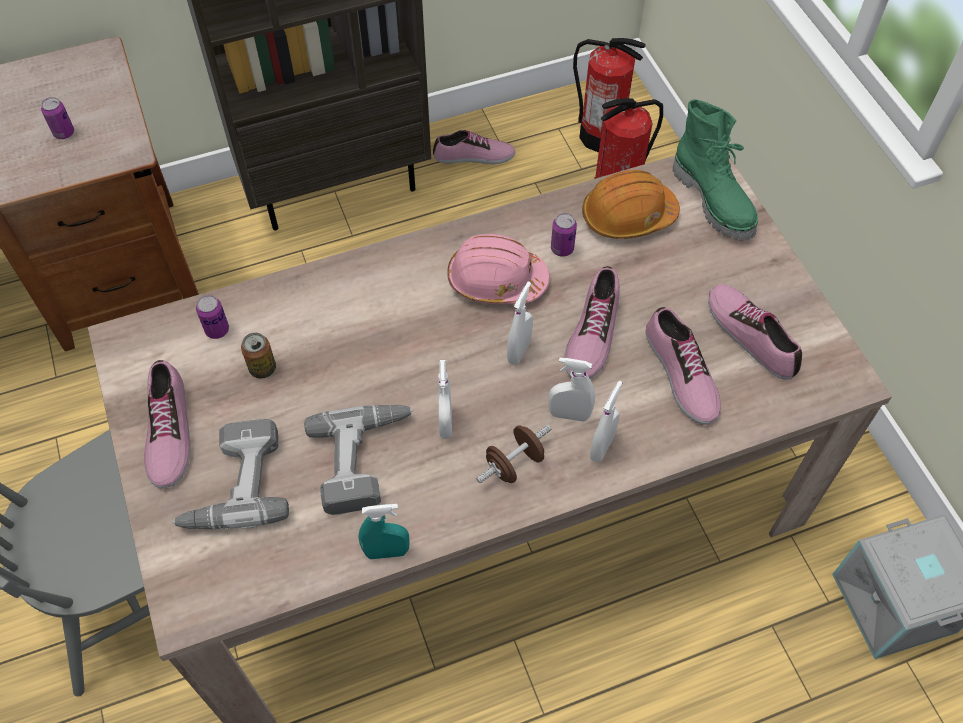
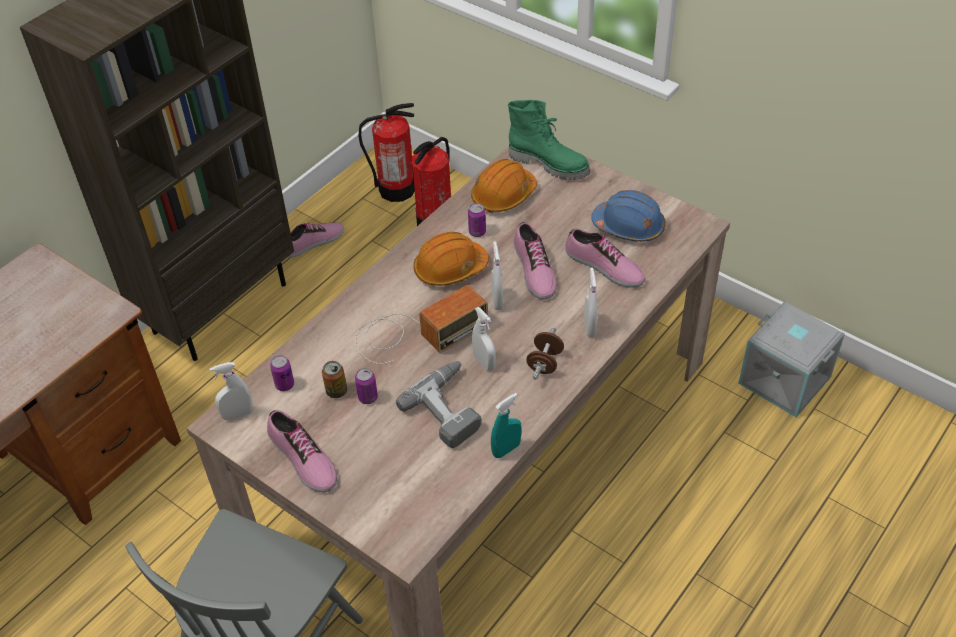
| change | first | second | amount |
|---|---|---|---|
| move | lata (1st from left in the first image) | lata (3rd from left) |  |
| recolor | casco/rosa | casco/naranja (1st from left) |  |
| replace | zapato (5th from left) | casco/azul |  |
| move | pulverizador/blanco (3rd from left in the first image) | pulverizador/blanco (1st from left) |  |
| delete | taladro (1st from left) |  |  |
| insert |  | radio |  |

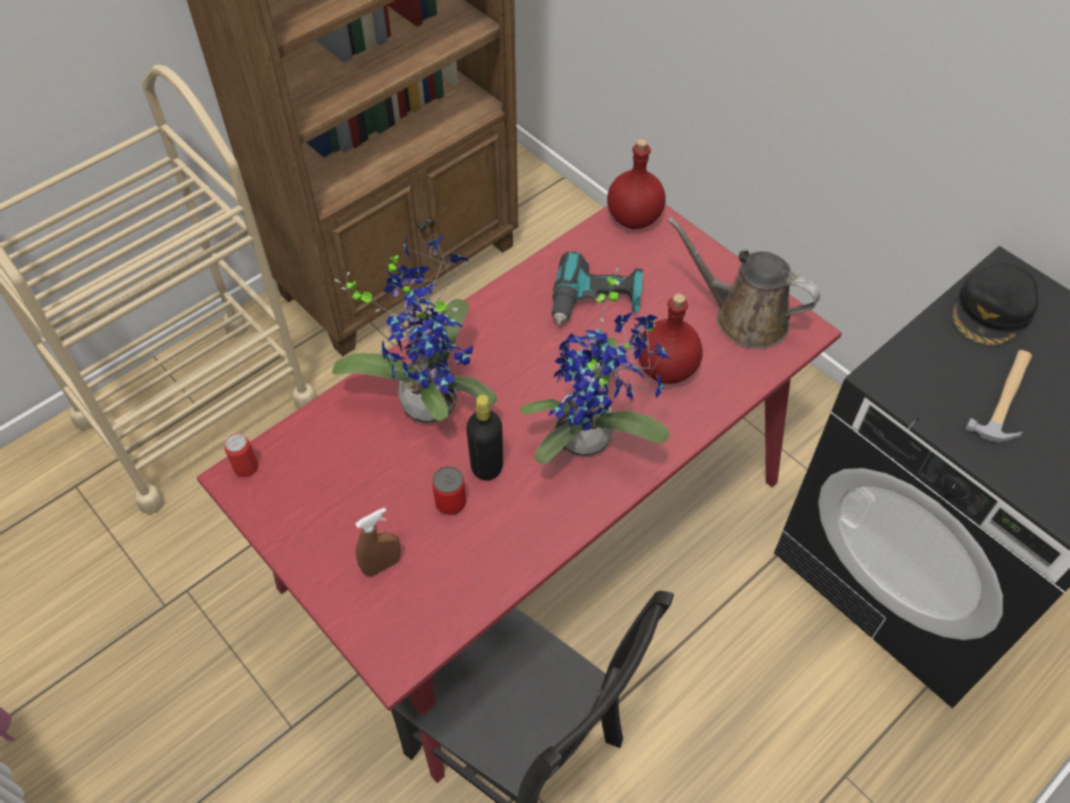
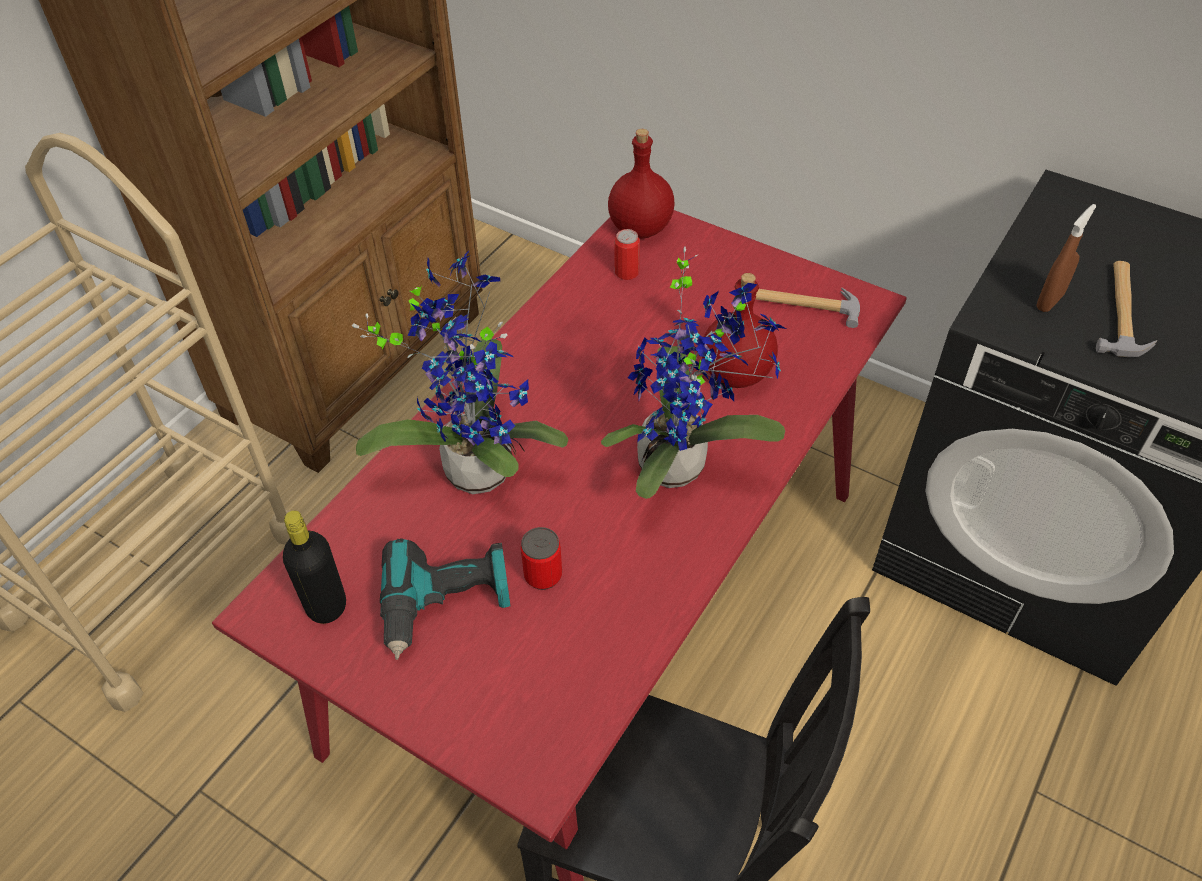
| change | first | second | amount |
|---|---|---|---|
| replace | regadera/marrón | martillo (1st from left) |  |
| move | taladro |  |  |
| delete | gorra/negro |  |  |
| move | botella/negro |  |  |
| move | lata (1st from left in the first image) | lata (2nd from left) |  |
| move | pulverizador/marrón |  |  |

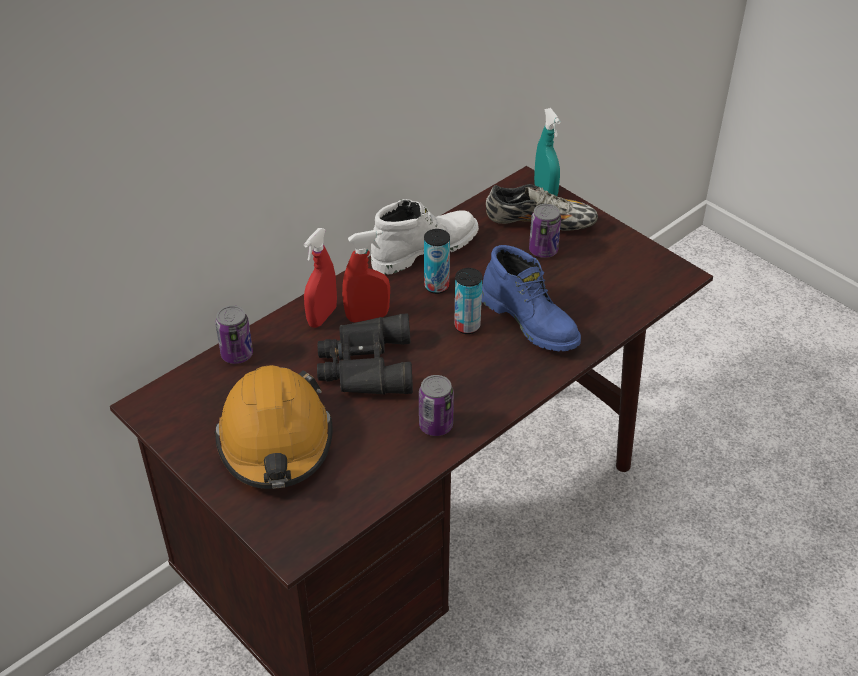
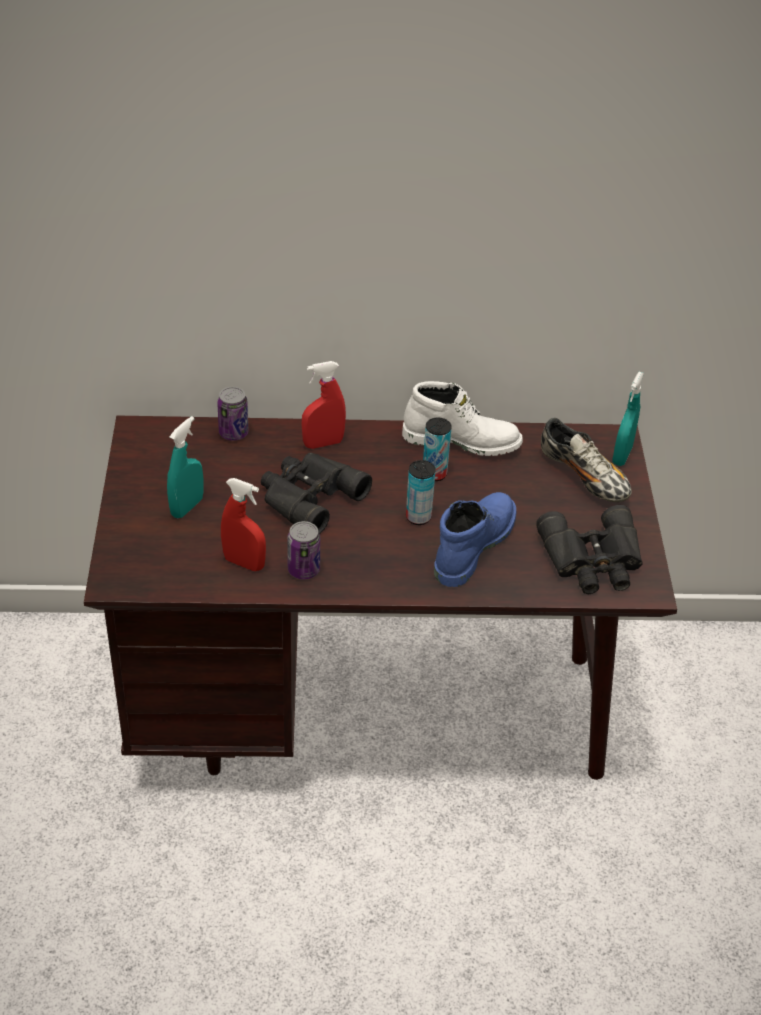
| change | first | second | amount |
|---|---|---|---|
| delete | lata (5th from left) |  |  |
| move | pulverizador/rojo (2nd from left in the first image) | pulverizador/rojo (1st from left) |  |
| rotate | bota/azul |  | 150 degrees counterclockwise |
| replace | casco/naranja | pulverizador/turquesa (1st from left) |  |
| insert |  | prismáticos/negro (2nd from left) |  |

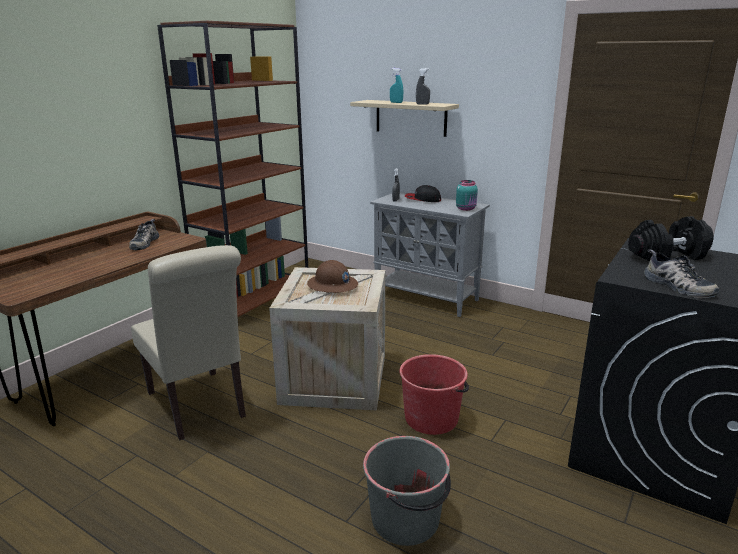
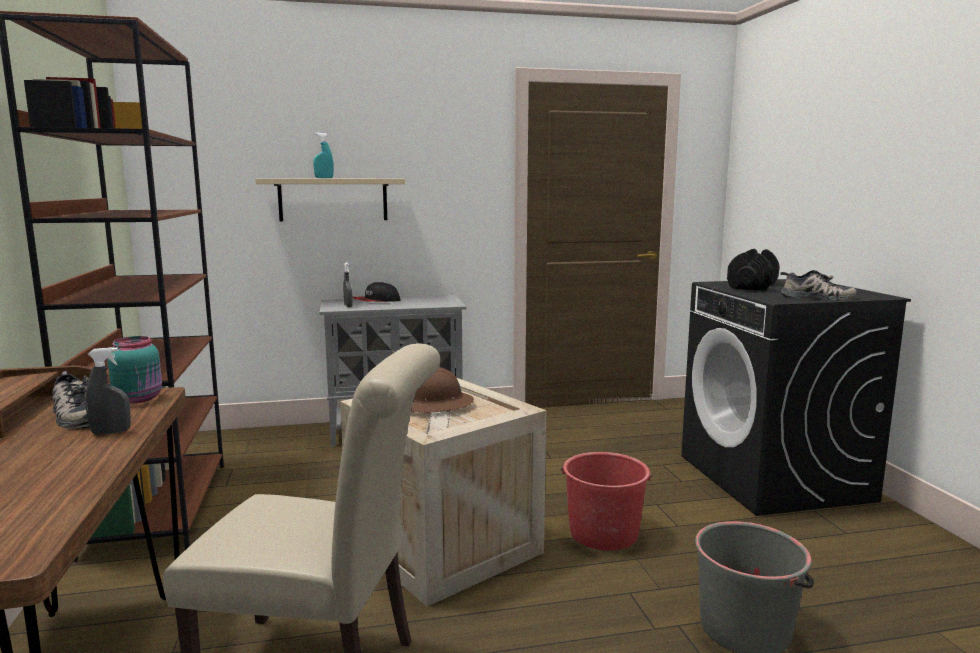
| change | first | second | amount |
|---|---|---|---|
| move | pulverizador/gris (2nd from left in the first image) | pulverizador/gris (1st from left) |  |
| move | tarro/turquesa |  |  |

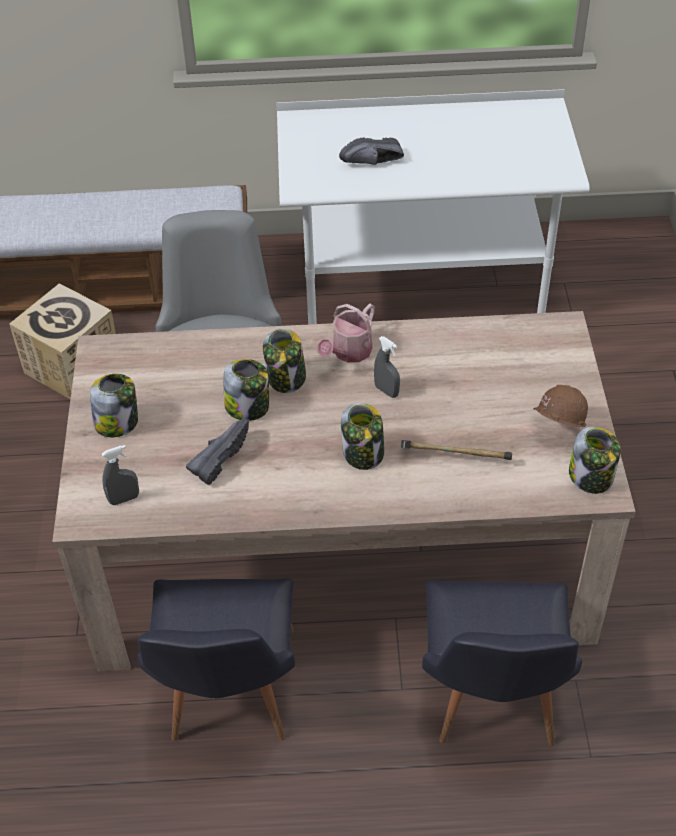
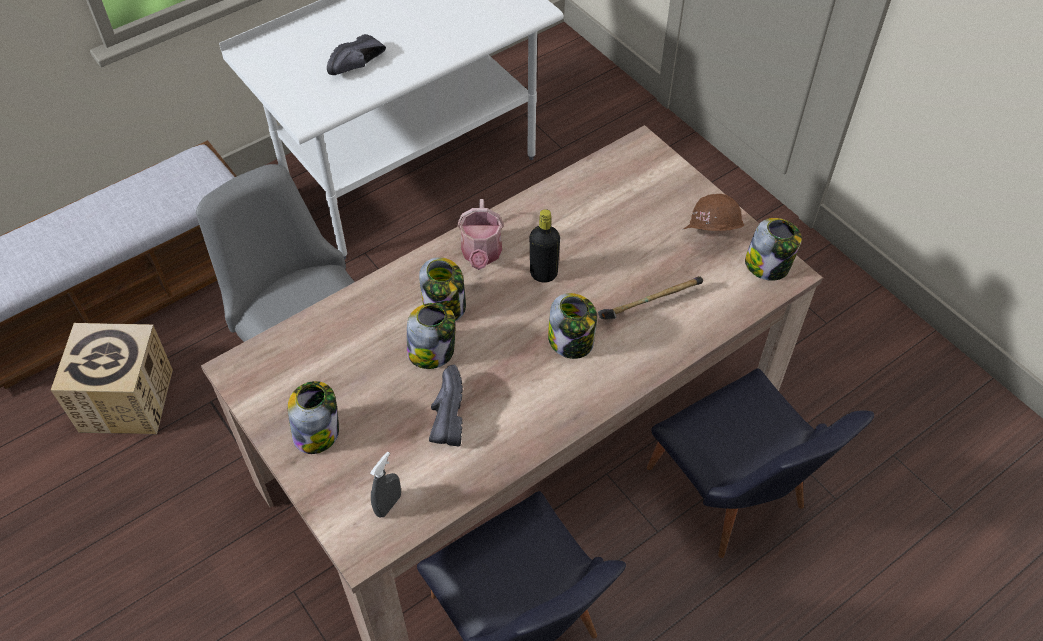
| change | first | second | amount |
|---|---|---|---|
| replace | pulverizador/gris (2nd from left) | botella/negro |  |

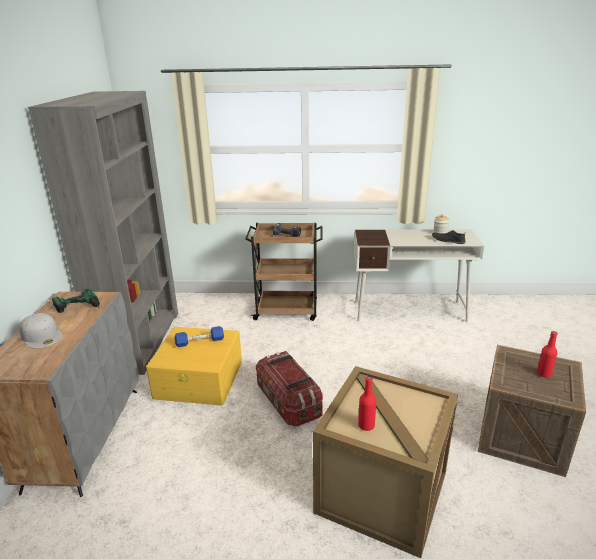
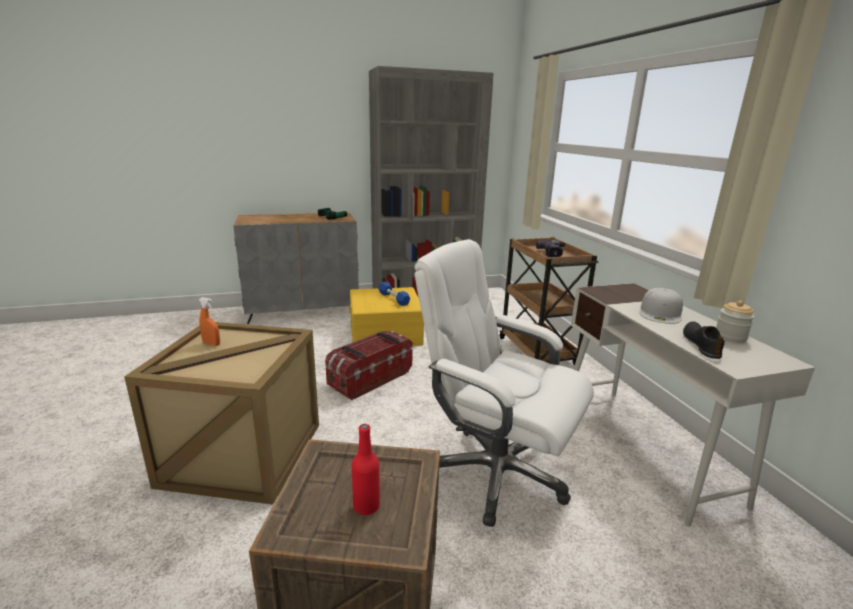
| change | first | second | amount |
|---|---|---|---|
| move | gorra/blanco |  |  |
| replace | botella/rojo (1st from left) | pulverizador/naranja |  |
| insert |  | silla de oficina/blanco |  |

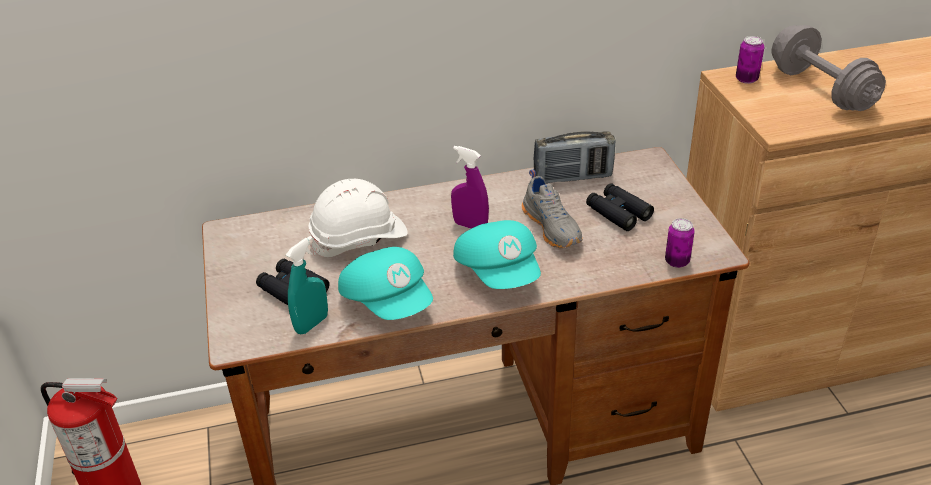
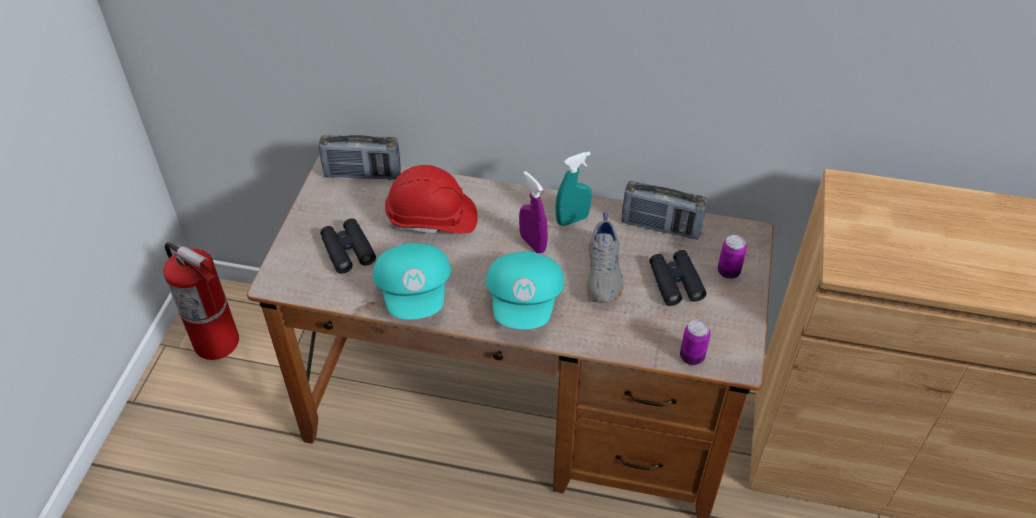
| change | first | second | amount |
|---|---|---|---|
| delete | mancuerna/gris |  |  |
| move | lata (2nd from left) |  |  |
| recolor | casco/blanco | casco/rojo |  |
| move | pulverizador/turquesa |  |  |
| insert |  | radio (1st from left) |  |

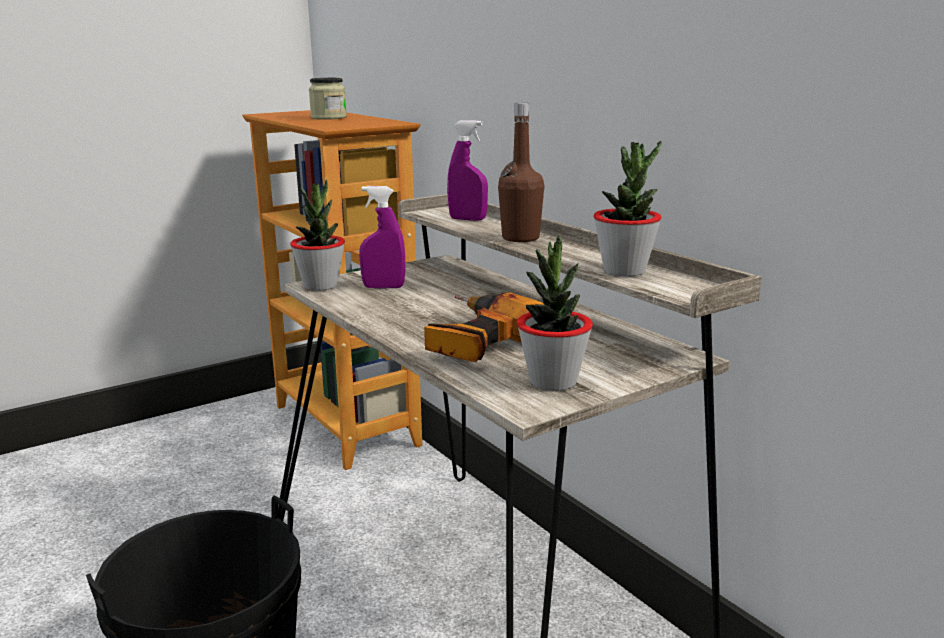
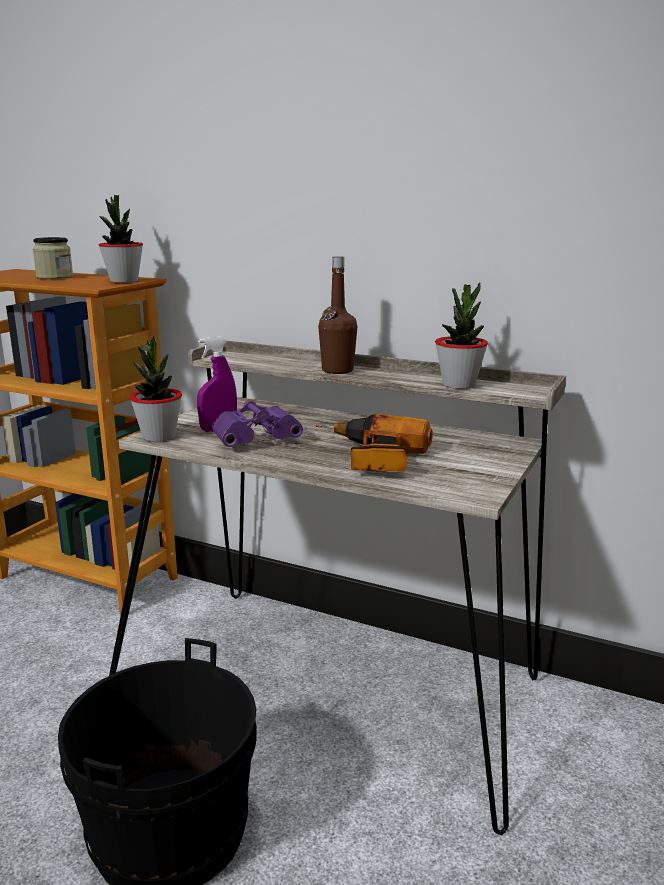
| change | first | second | amount |
|---|---|---|---|
| delete | pulverizador/morado (2nd from left) |  |  |
| move | planta en maceta (2nd from left in the first image) | planta en maceta (1st from left) |  |
| insert |  | prismáticos/morado |  |

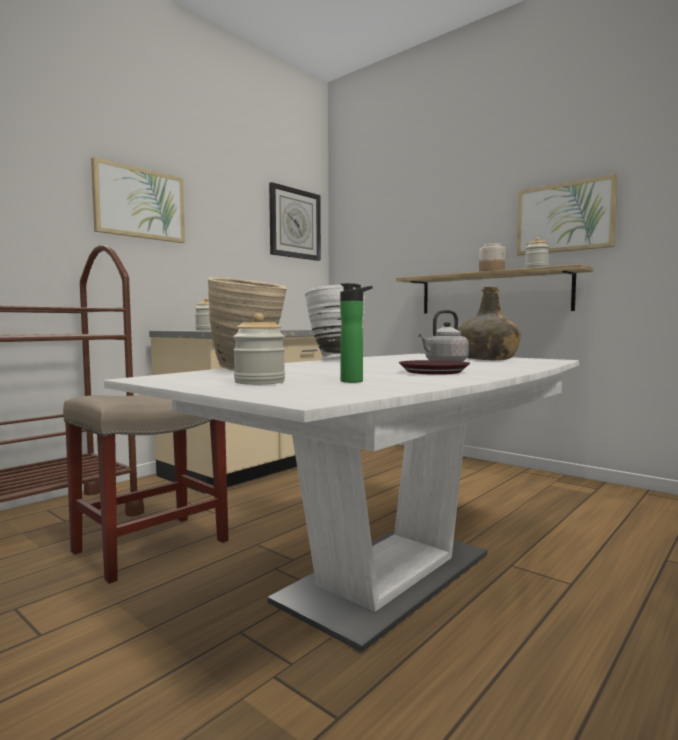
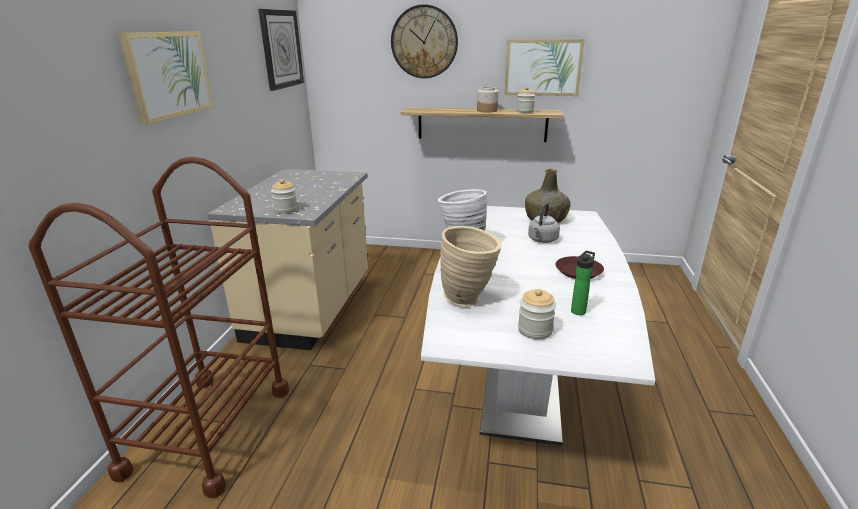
| change | first | second | amount |
|---|---|---|---|
| delete | taburete/beis |  |  |
| insert |  | reloj de pared (2nd from left) |  |

